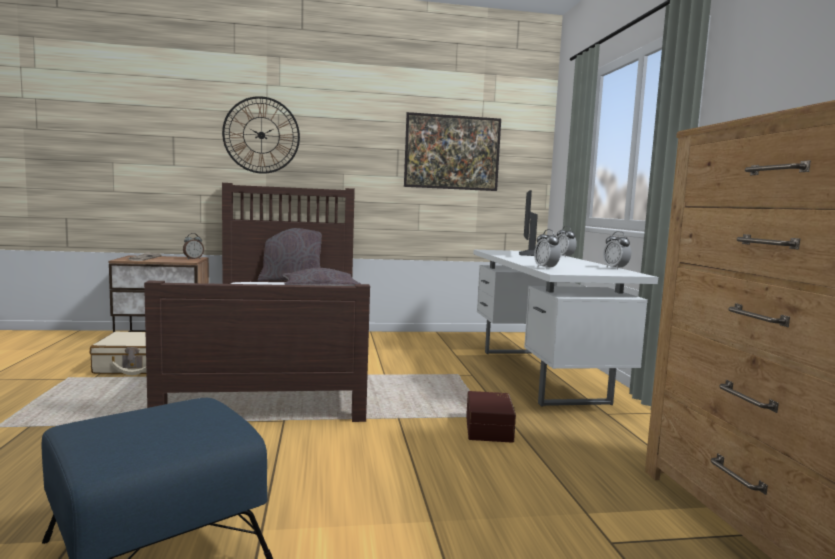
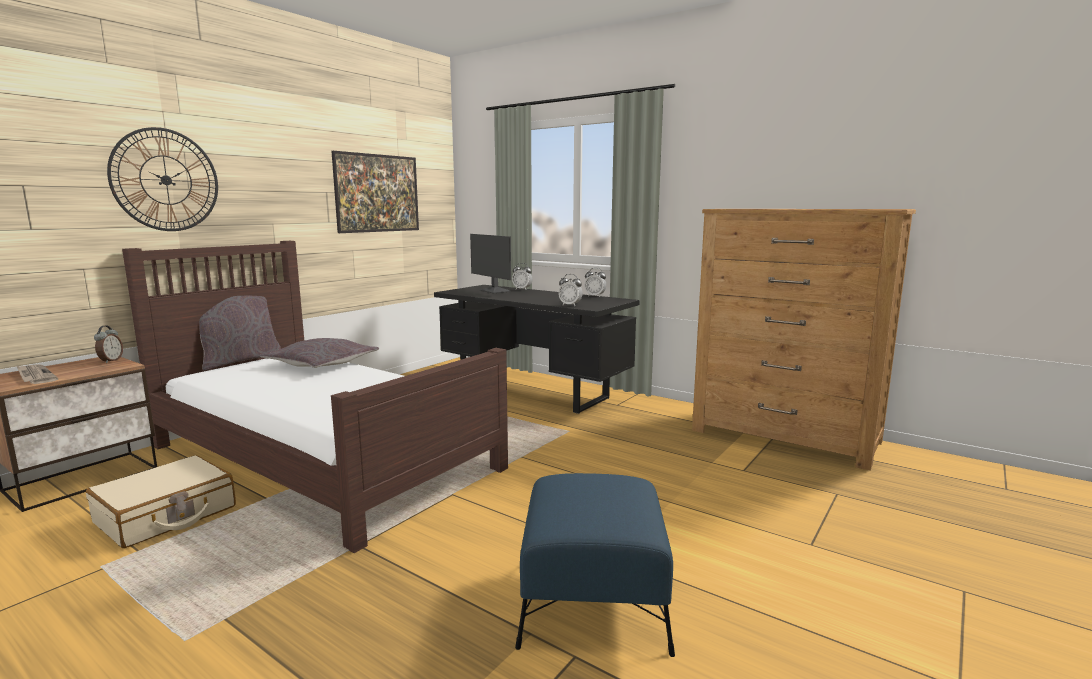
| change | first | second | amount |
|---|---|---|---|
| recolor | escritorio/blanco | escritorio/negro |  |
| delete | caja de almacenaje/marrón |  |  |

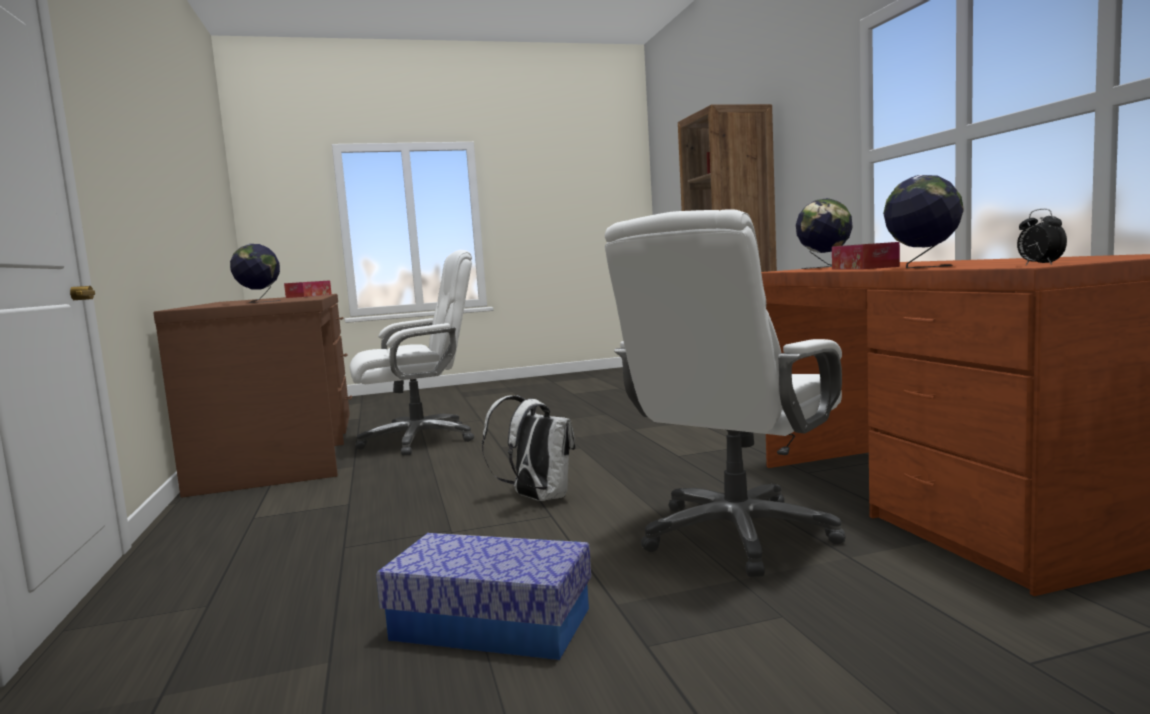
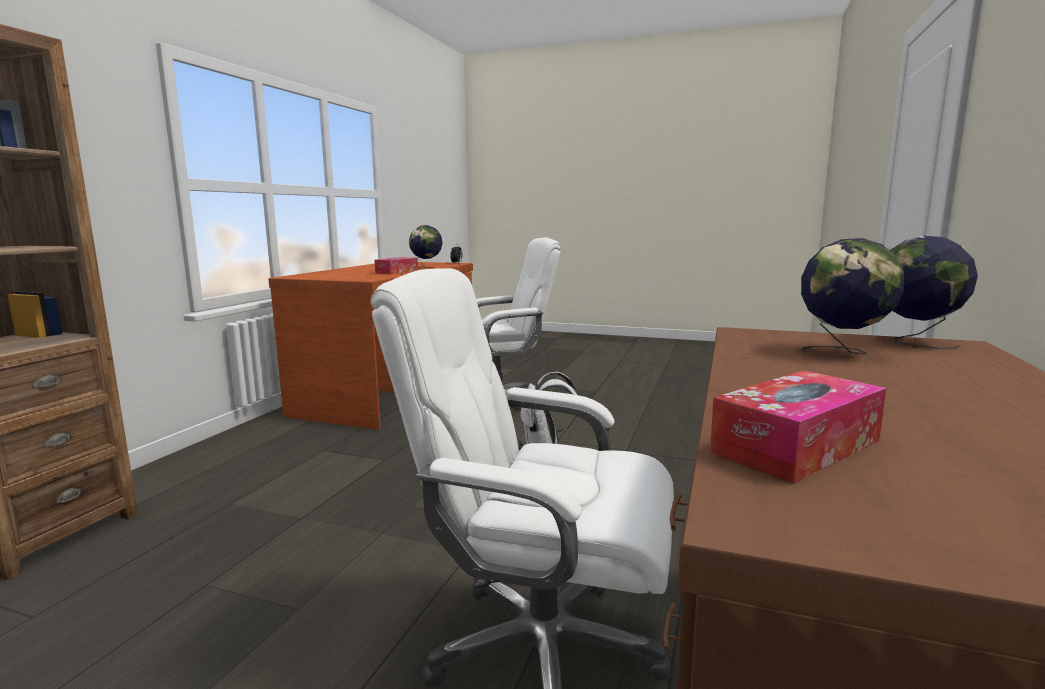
| change | first | second | amount |
|---|---|---|---|
| move | globo terráqueo (2nd from left in the first image) | globo terráqueo (3rd from left) |  |
| delete | caja de almacenaje |  |  |

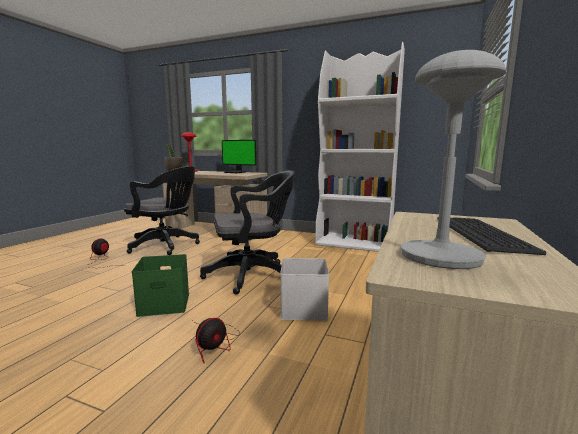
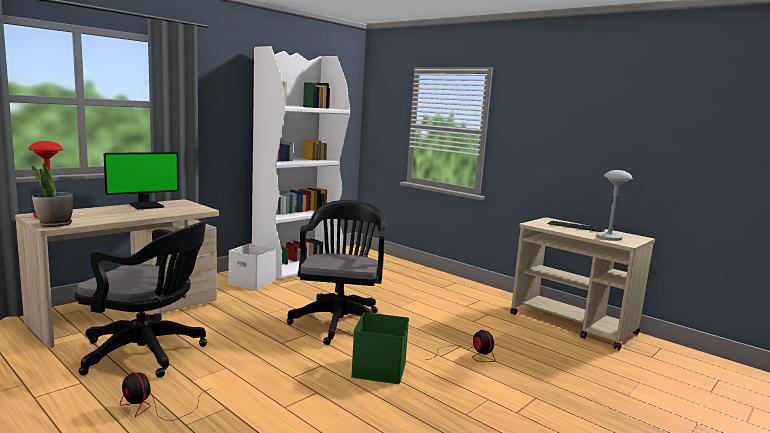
| change | first | second | amount |
|---|---|---|---|
| rotate | silla de oficina/negro (1st from left) |  | 60 degrees clockwise |
| move | caja de almacenaje/blanco |  |  |

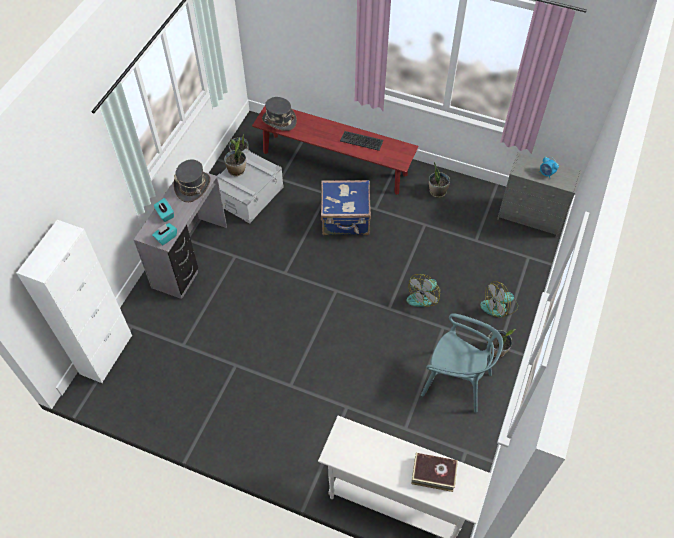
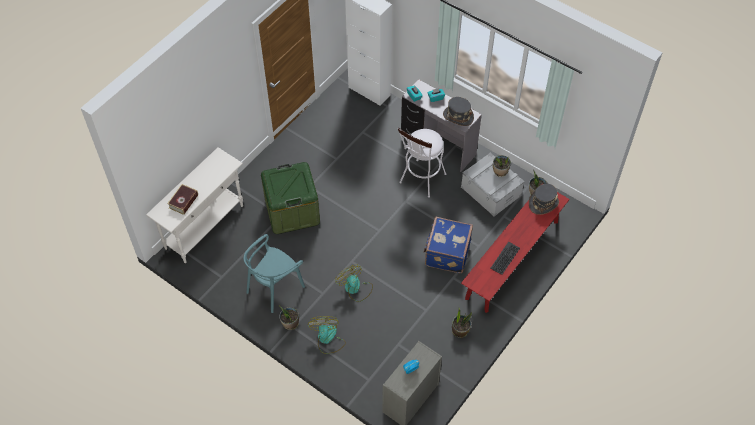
| change | first | second | amount |
|---|---|---|---|
| insert |  | taburete/blanco |  |
| insert |  | caja de almacenaje/verde |  |

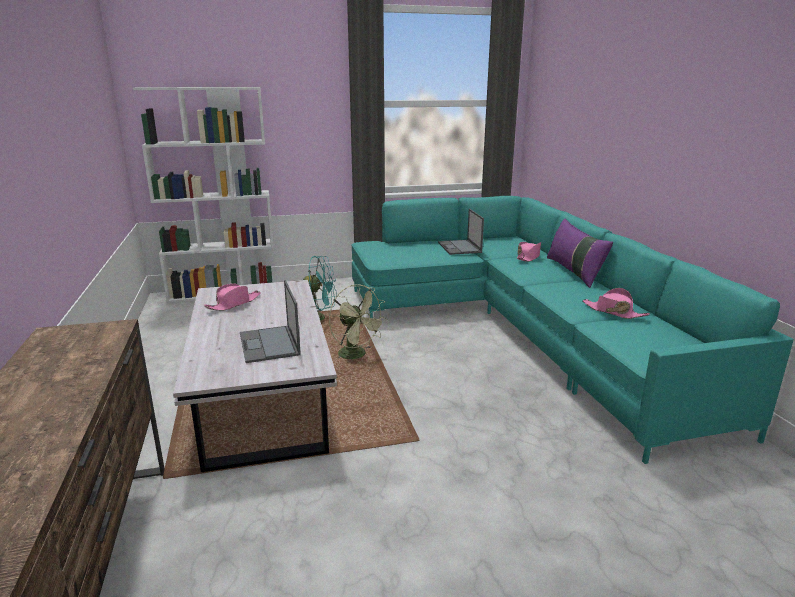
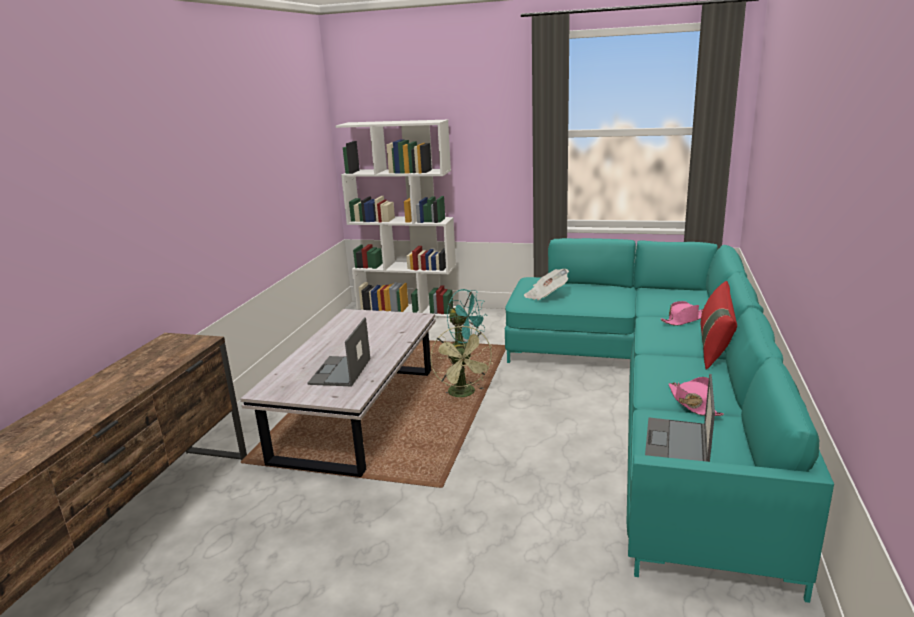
| change | first | second | amount |
|---|---|---|---|
| move | portátil (2nd from left) |  |  |
| recolor | cojín/morado | cojín/rojo |  |
| delete | sombrero/rosa (1st from left) |  |  |
| insert |  | periódico |  |

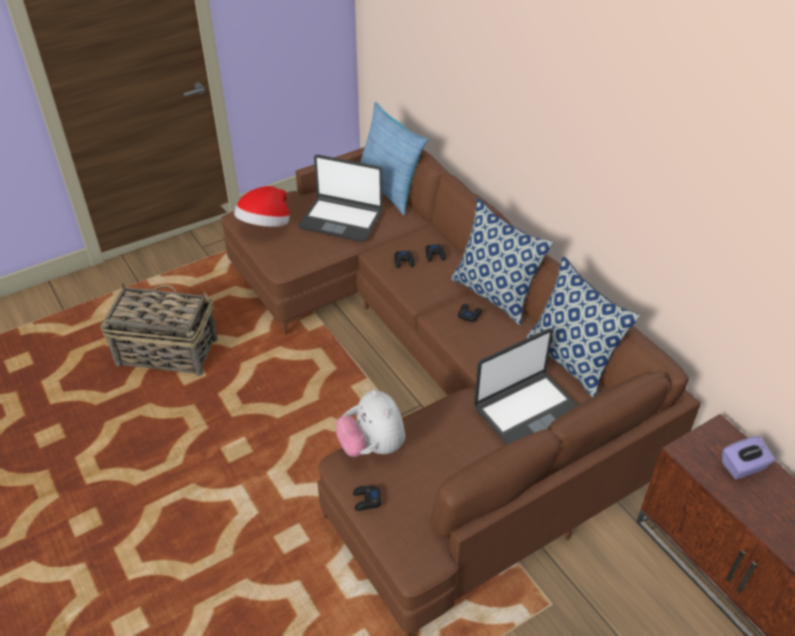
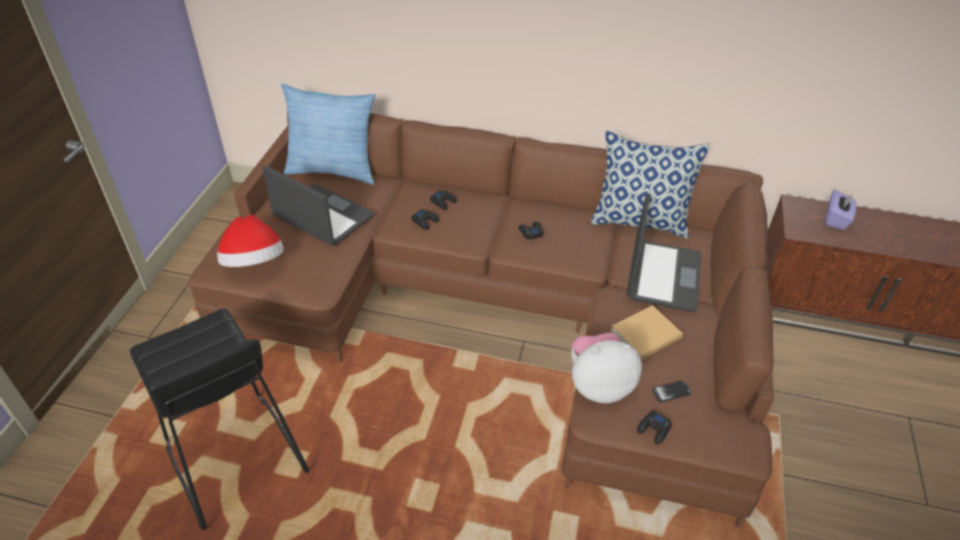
| change | first | second | amount |
|---|---|---|---|
| rotate | portátil (1st from left) |  | 120 degrees counterclockwise |
| delete | cojín (2nd from left) |  |  |
| replace | cesta | taburete/negro |  |
| rotate | peluche |  | 150 degrees clockwise |
| insert |  | libro/beis |  |
| insert |  | móvil |  |

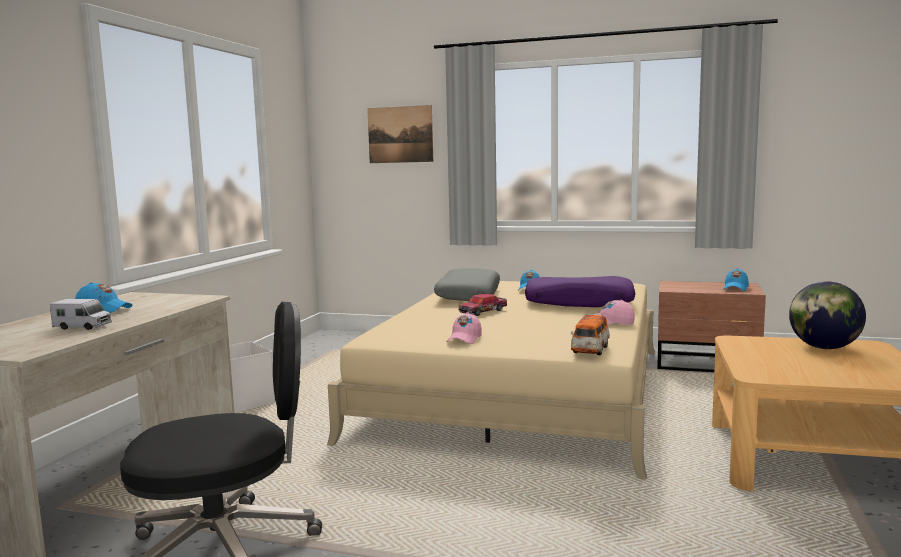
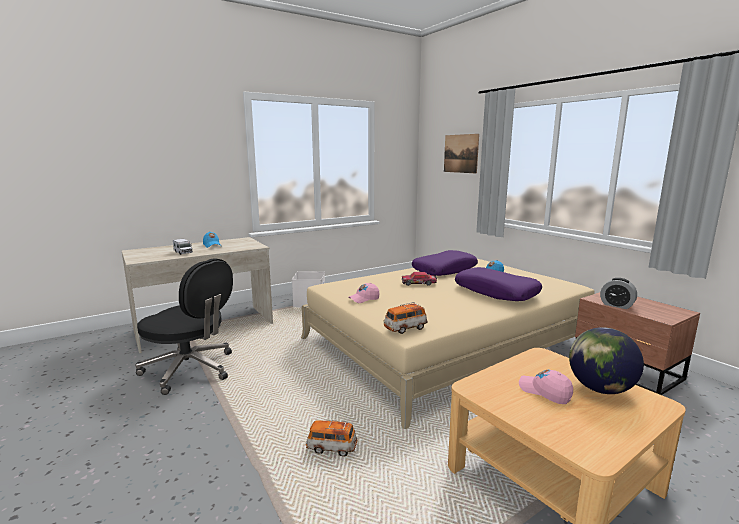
| change | first | second | amount |
|---|---|---|---|
| recolor | cojín/gris | cojín/morado (1st from left) |  |
| delete | gorra/azul (3rd from left) |  |  |
| move | gorra/rosa (2nd from left) |  |  |
| insert |  | despertador |  |
| insert |  | coche de juguete (1st from left) |  |

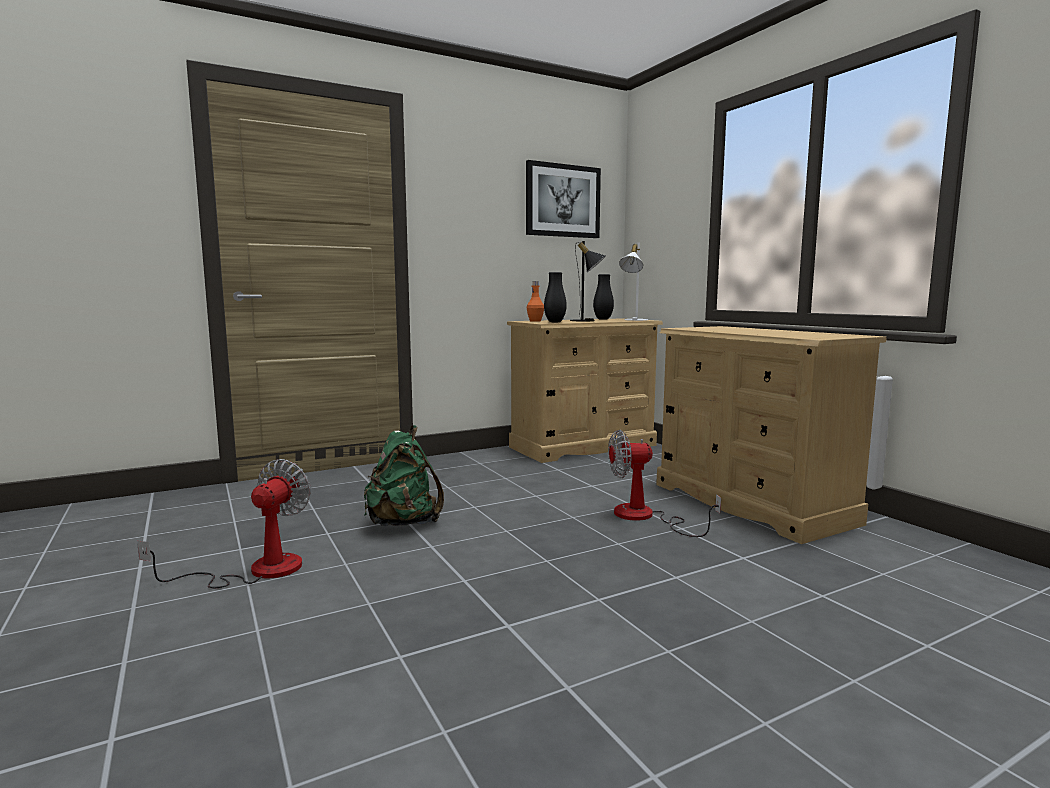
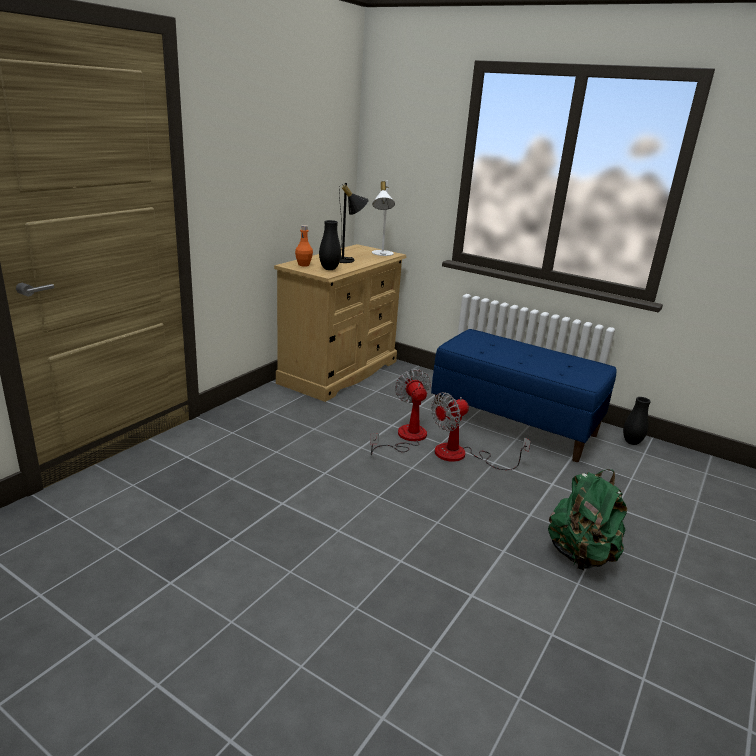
| change | first | second | amount |
|---|---|---|---|
| delete | cuadro |  |  |
| move | florero/negro (2nd from left) |  |  |
| replace | cómoda/beis (2nd from left) | banco/azul |  |
| move | mochila/verde |  |  |
| move | ventilador (1st from left) |  |  |

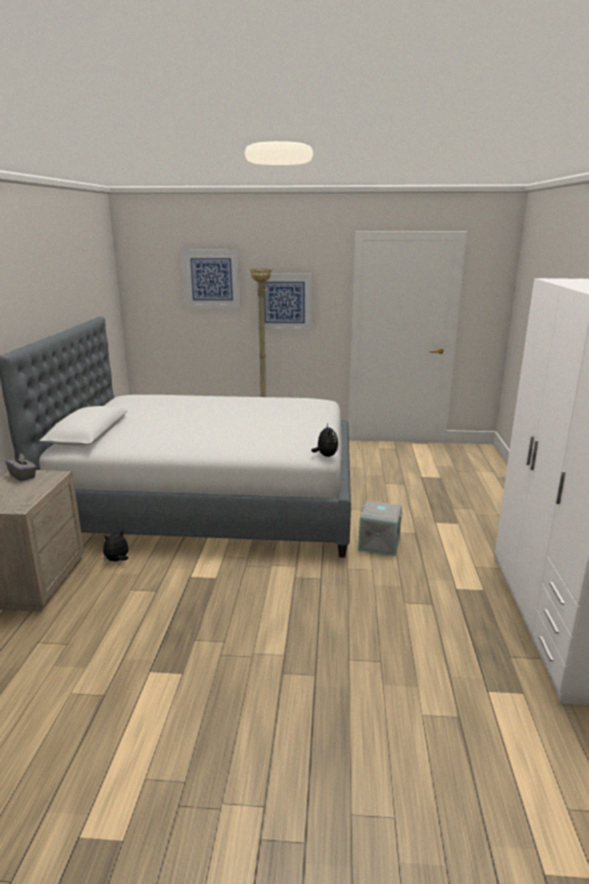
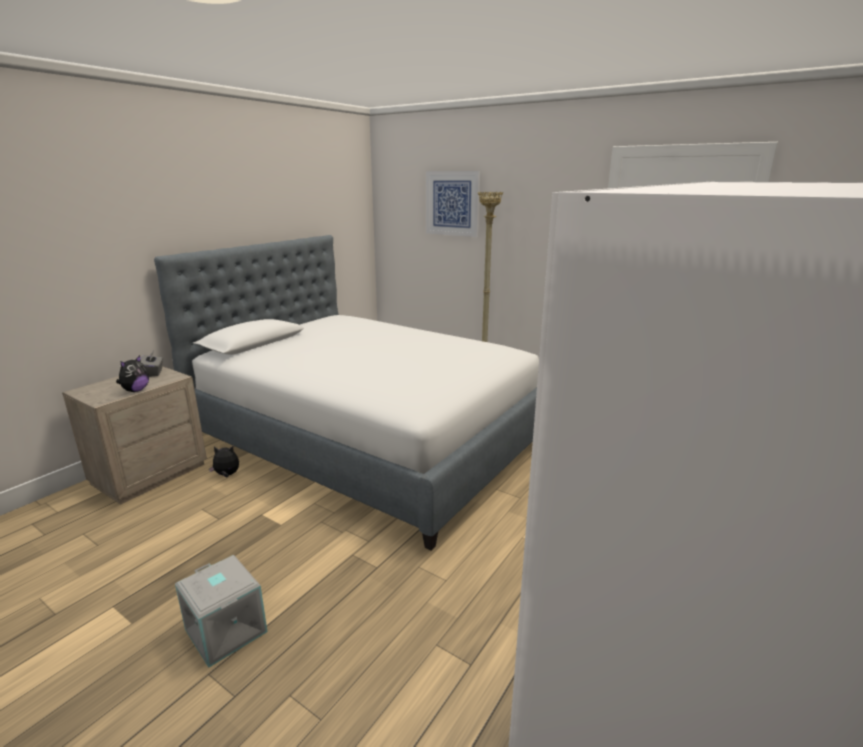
| change | first | second | amount |
|---|---|---|---|
| delete | cuadro (2nd from left) |  |  |
| move | peluche (2nd from left in the first image) | peluche (1st from left) |  |
| move | caja de almacenaje/gris |  |  |

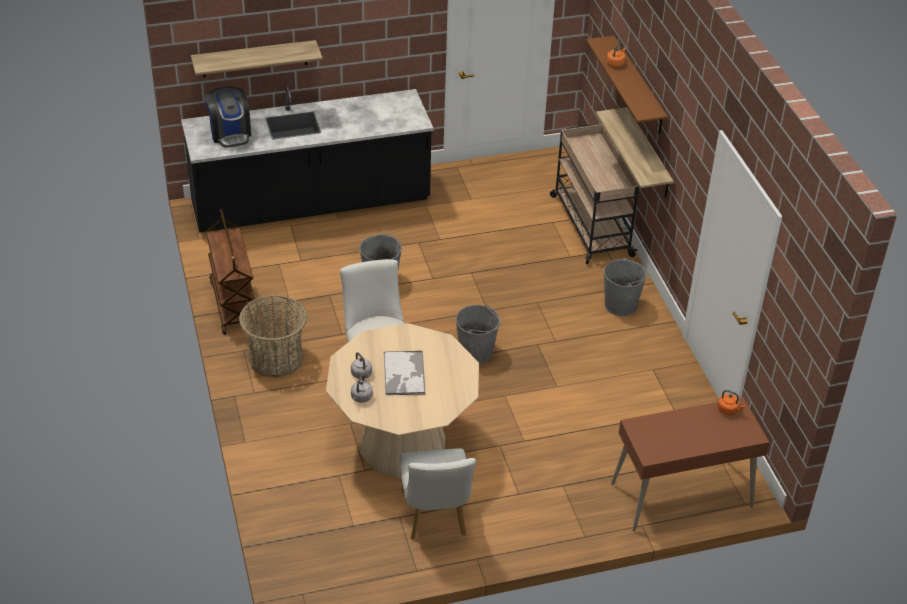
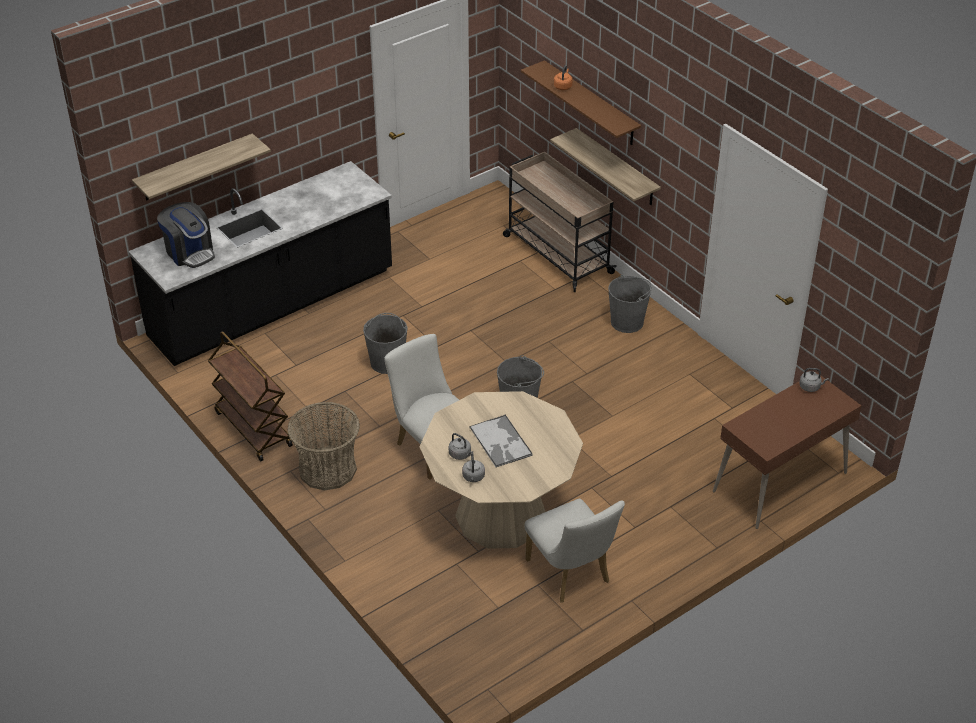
| change | first | second | amount |
|---|---|---|---|
| recolor | hervidor/naranja (2nd from left) | hervidor/gris (3rd from left) |  |

